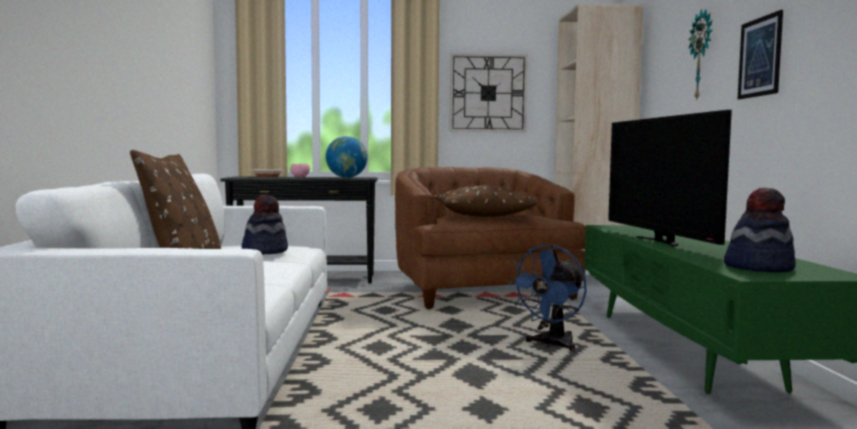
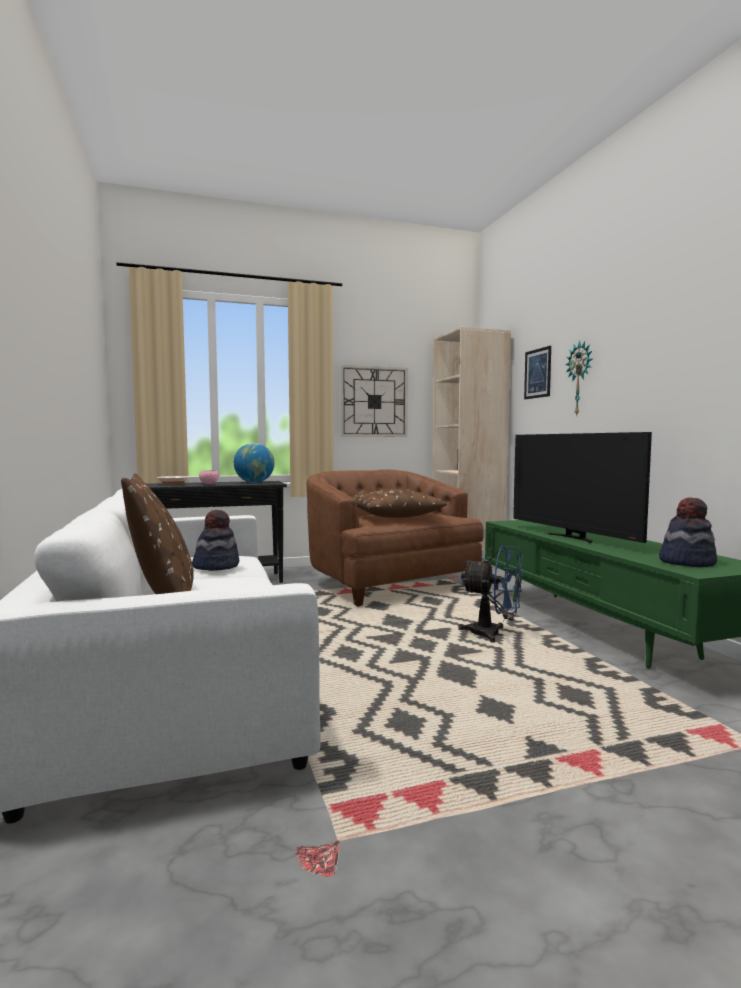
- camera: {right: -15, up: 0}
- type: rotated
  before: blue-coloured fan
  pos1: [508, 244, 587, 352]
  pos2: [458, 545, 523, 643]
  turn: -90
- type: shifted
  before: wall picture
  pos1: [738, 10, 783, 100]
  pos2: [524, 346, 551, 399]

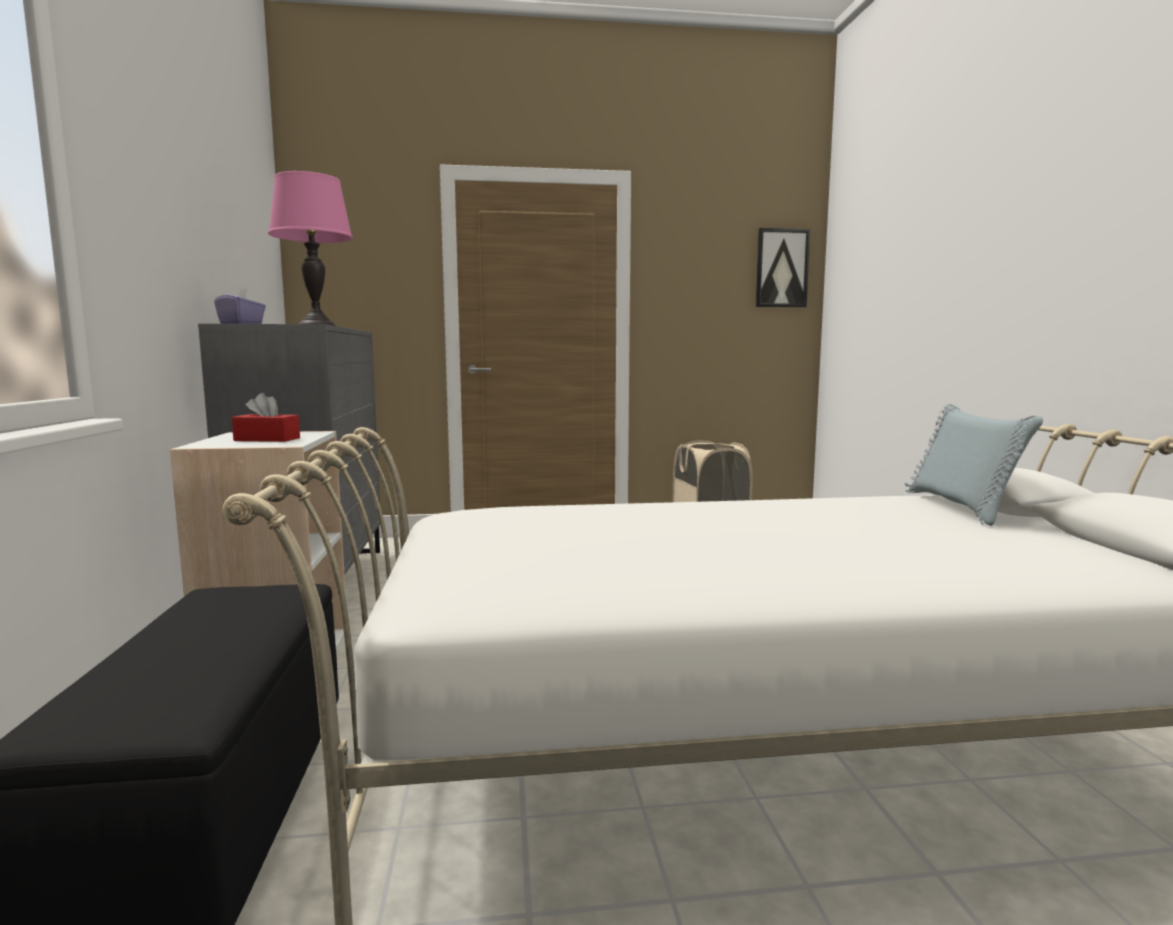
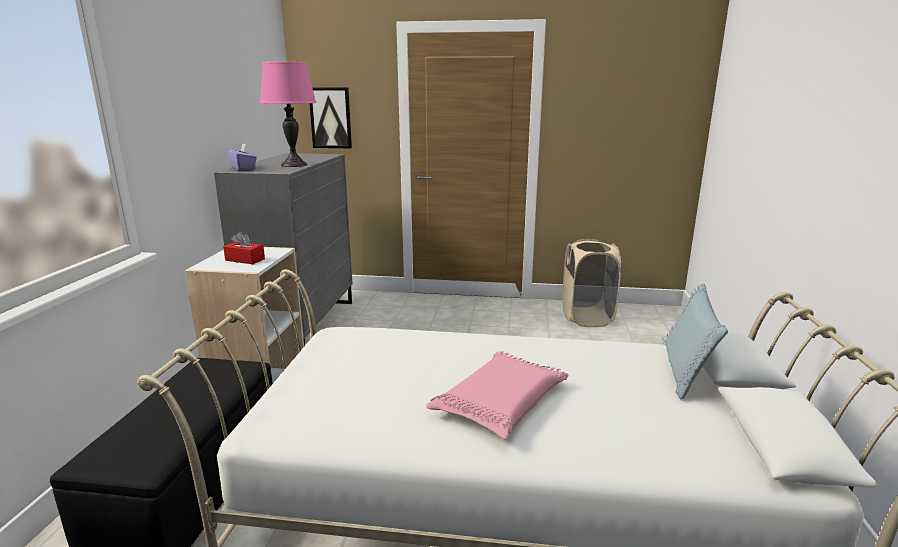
- camera: {right: 15, up: 10}
- type: shifted
  before: wall picture
  pos1: [756, 228, 810, 307]
  pos2: [309, 88, 352, 148]
- type: new
  after: pinkish cushion
  pos2: [426, 351, 568, 439]

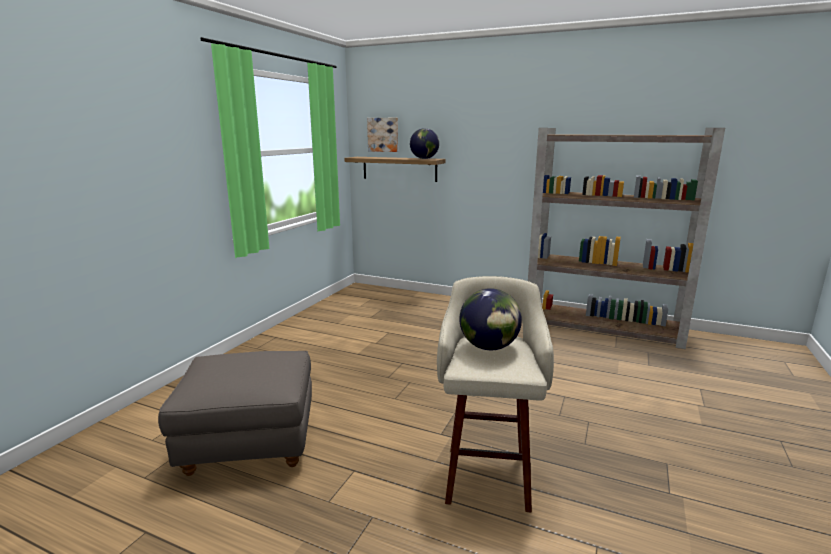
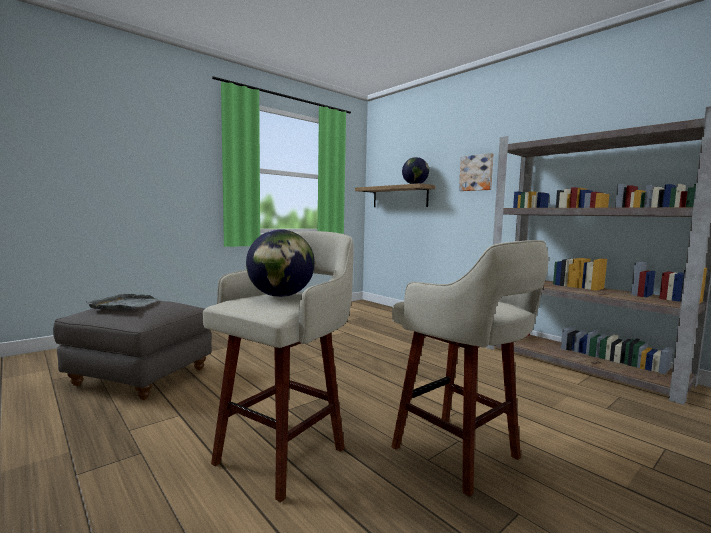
- camera: {right: 25, up: -10}
- type: new
  after: greyish tray
  pos2: [86, 294, 162, 309]
- type: new
  after: beige-coloured sitting stool
  pos2: [391, 240, 548, 497]
- type: shifted
  before: wall picture
  pos1: [367, 118, 398, 152]
  pos2: [459, 153, 494, 191]

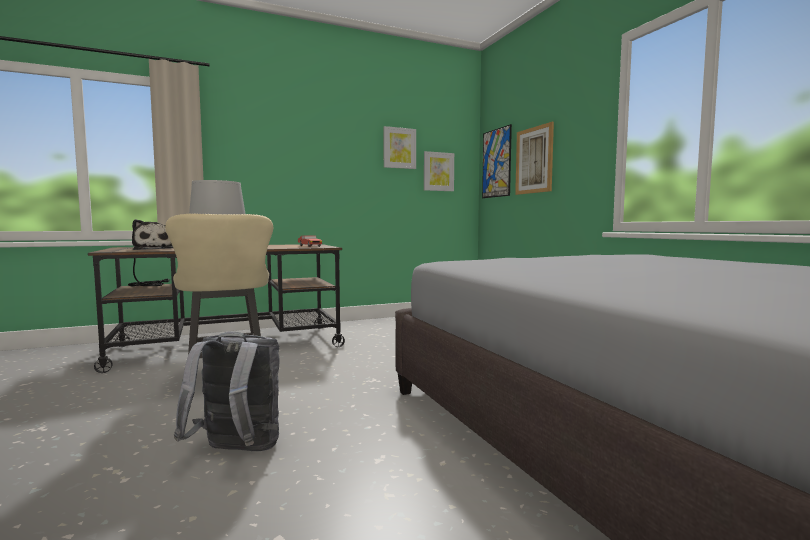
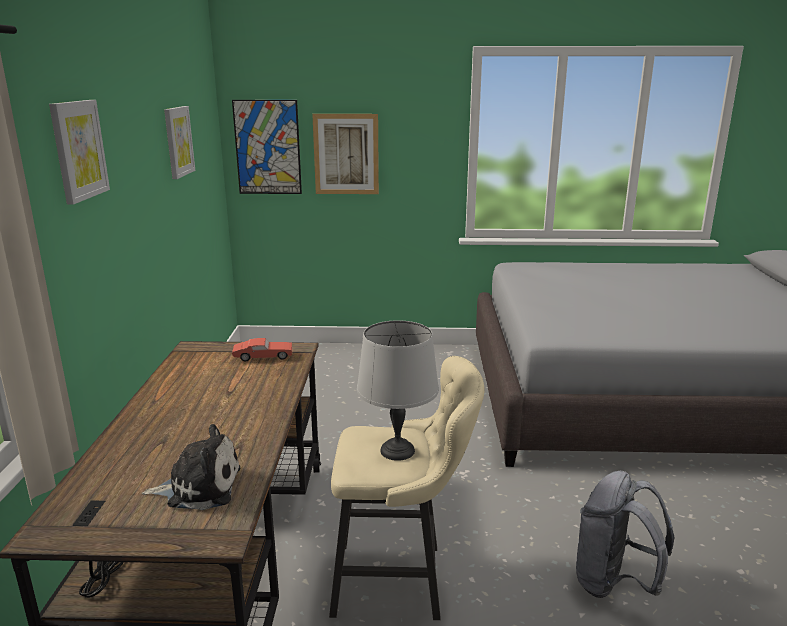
- camera: {right: -65, up: 15}
- type: shifted
  before: wall picture
  pos1: [424, 151, 454, 191]
  pos2: [49, 100, 110, 205]

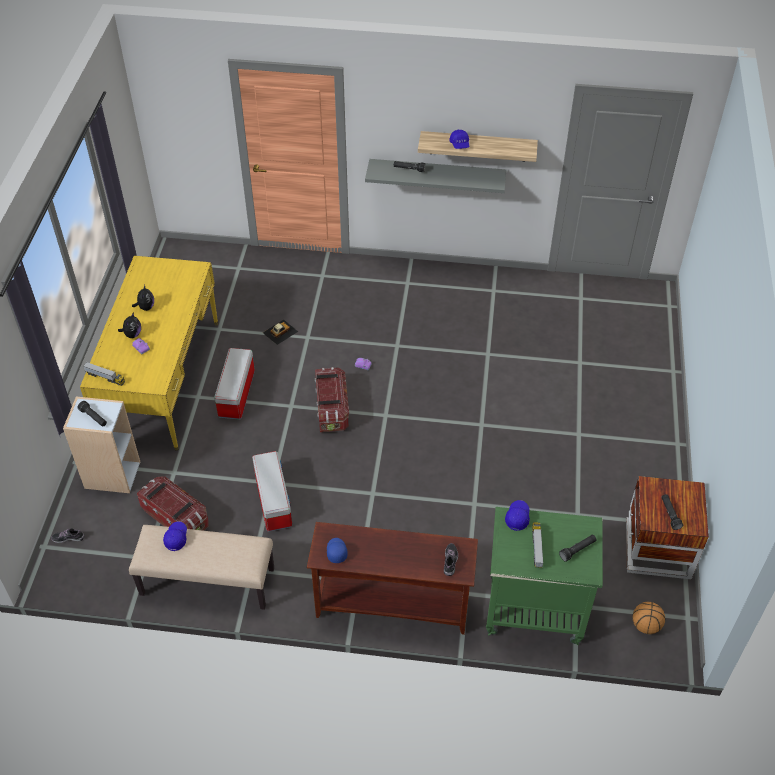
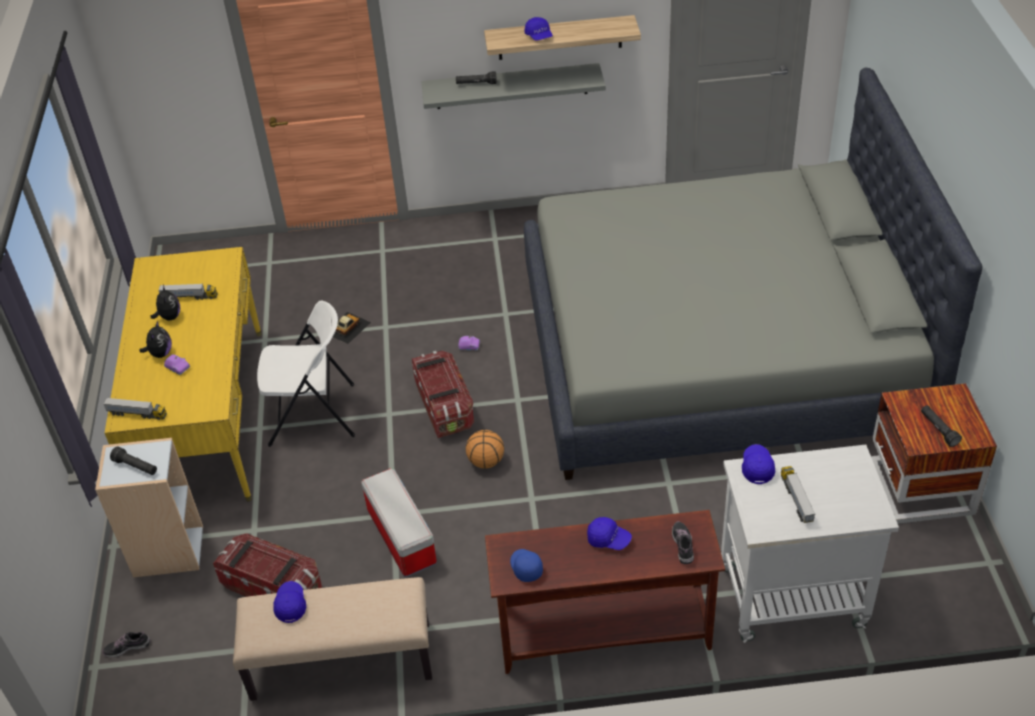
- camera: {right: -10, up: -5}
- type: new
  after: toy truck
  pos2: [158, 283, 217, 300]
- type: swapped
  before: storage bin
  after: whitish upright chair
  pos1: [214, 348, 255, 420]
  pos2: [257, 301, 355, 447]
- type: shifted
  before: basketball ball
  pos1: [633, 602, 665, 634]
  pos2: [466, 430, 504, 469]
- type: new
  after: greyish bedroom bed
  pos2: [524, 67, 983, 480]
- type: new
  after: blue-coloured baseball cap
  pos2: [587, 517, 632, 550]
- type: repainted
  before: greenish cart
  after: whitish cart
  pos1: [486, 507, 603, 646]
  pos2: [721, 445, 899, 643]
- type: gone
  before: black-coloured flashlight
  pos1: [559, 535, 597, 562]

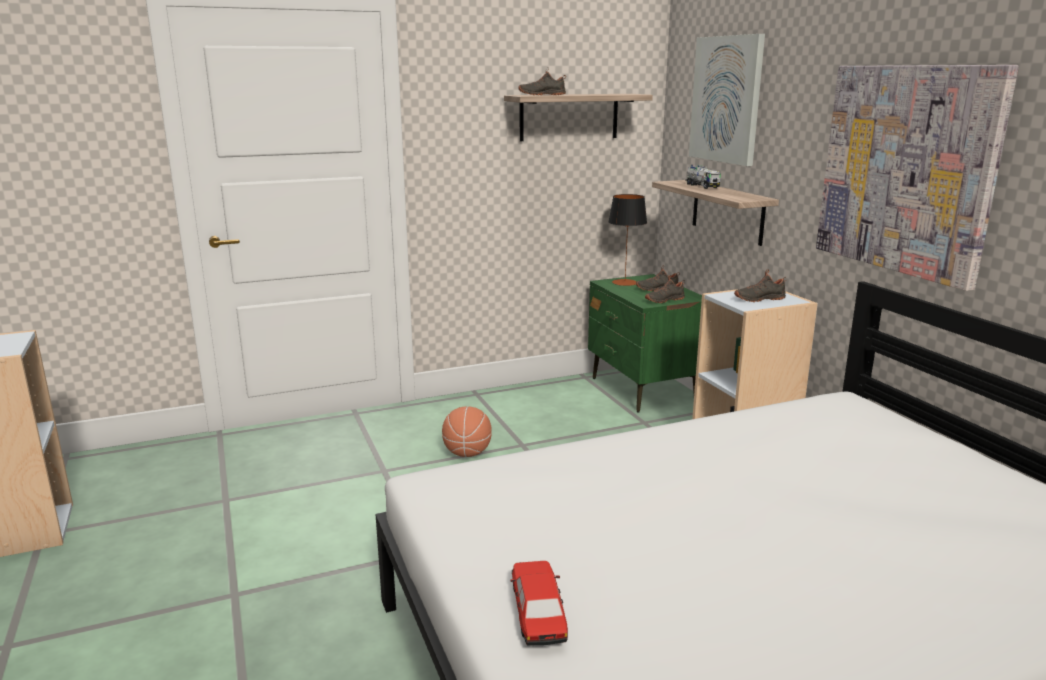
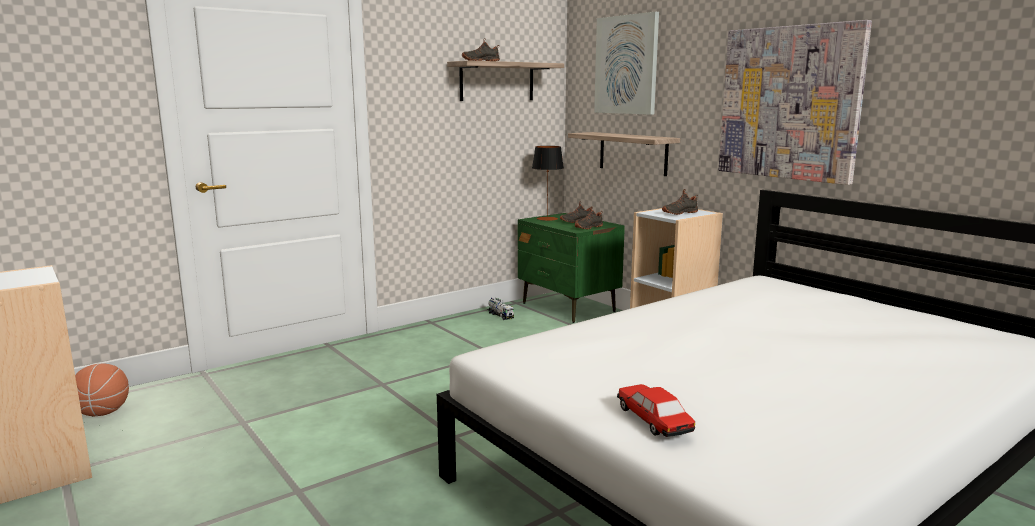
- camera: {right: -15, up: -5}
- type: shifted
  before: basketball ball
  pos1: [442, 406, 492, 457]
  pos2: [75, 364, 129, 416]
- type: shifted
  before: toy truck
  pos1: [685, 165, 721, 189]
  pos2: [487, 297, 514, 320]

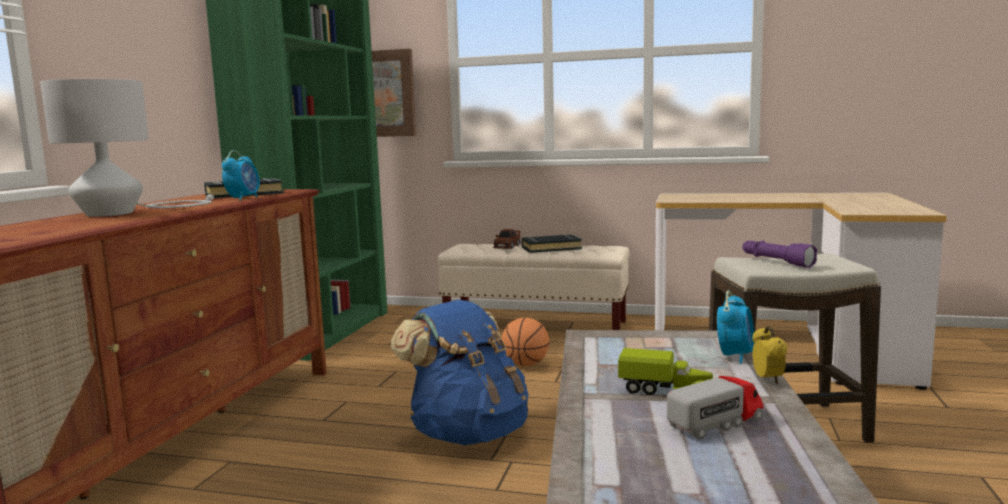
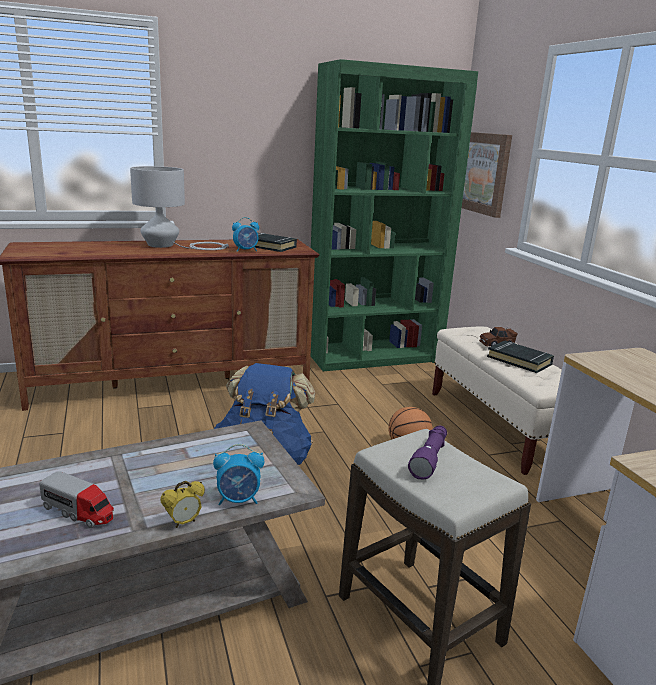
- camera: {right: 55, up: 10}
- type: gone
  before: toy truck
  pos1: [618, 348, 713, 395]

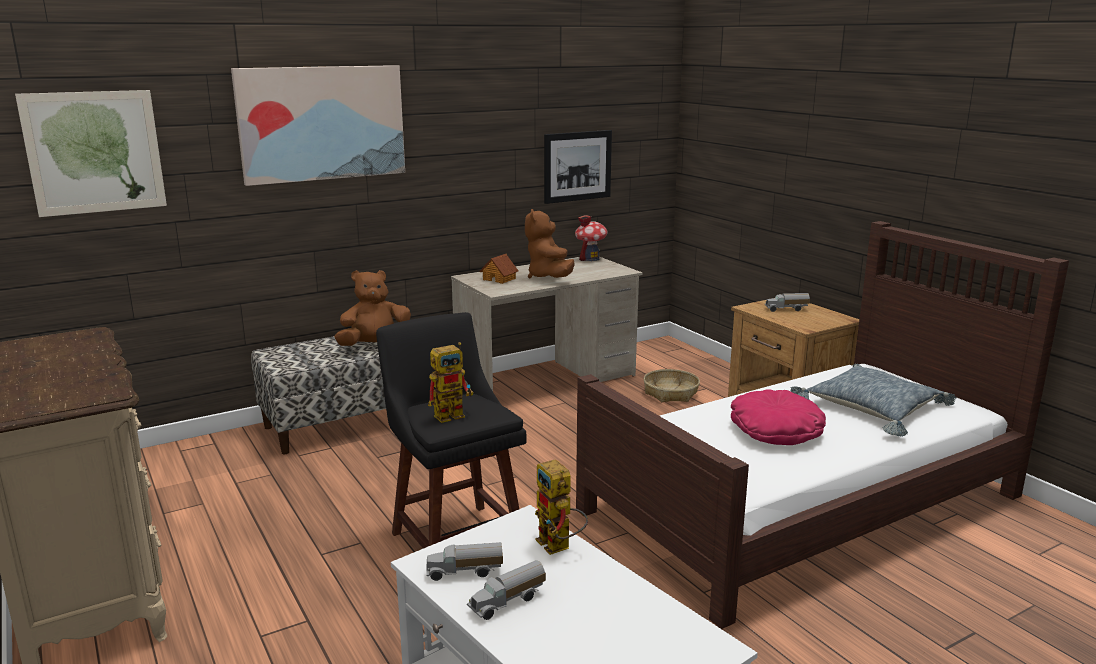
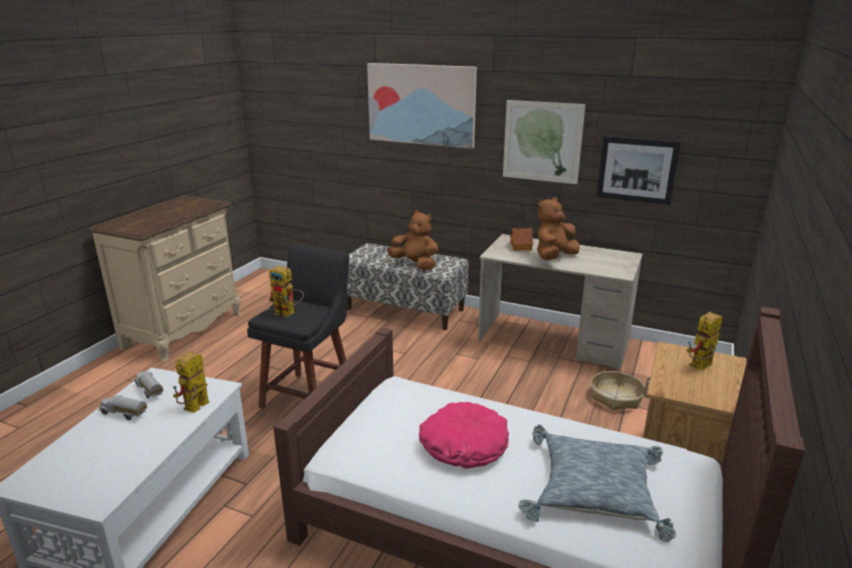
- camera: {right: 55, up: 5}
- type: shifted
  before: wall picture
  pos1: [15, 90, 167, 217]
  pos2: [503, 100, 585, 184]
- type: swapped
  before: toy truck
  after: robot figure
  pos1: [764, 293, 810, 312]
  pos2: [687, 312, 723, 371]
- type: gone
  before: miniature house
  pos1: [575, 215, 608, 261]

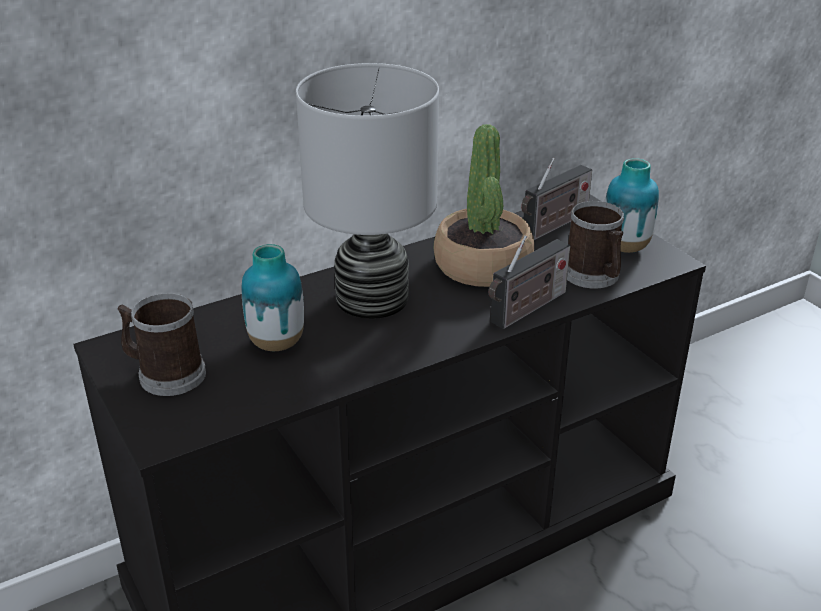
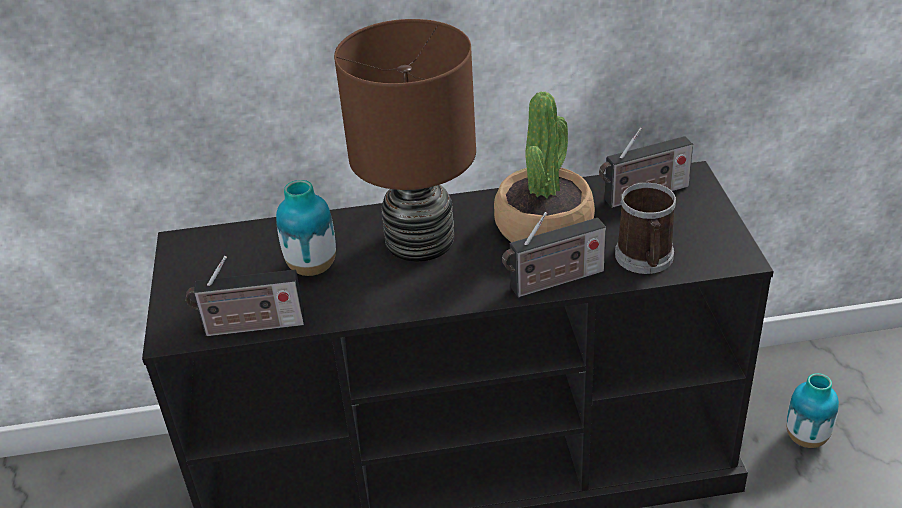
- camera: {right: 25, up: 5}
- type: new
  after: radio set
  pos2: [186, 256, 305, 336]
- type: repainted
  before: greyish tabletop lamp
  after: brownish tabletop lamp
  pos1: [296, 63, 439, 319]
  pos2: [334, 19, 476, 262]
- type: shifted
  before: vase
  pos1: [605, 158, 659, 253]
  pos2: [786, 373, 839, 448]
- type: gone
  before: coffee mug
  pos1: [118, 293, 206, 396]

